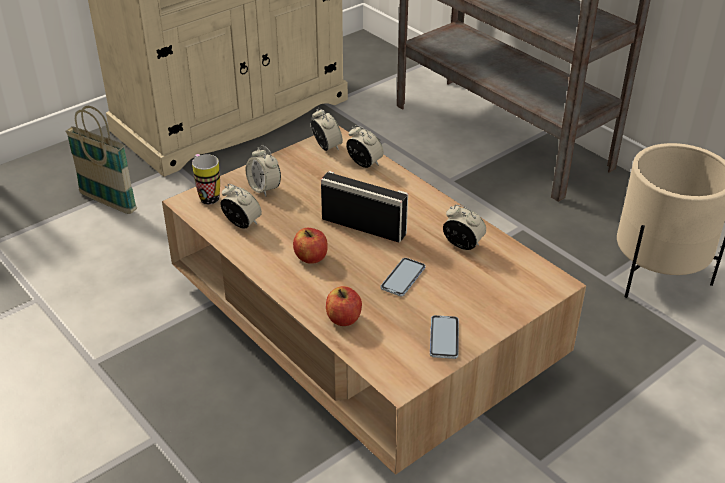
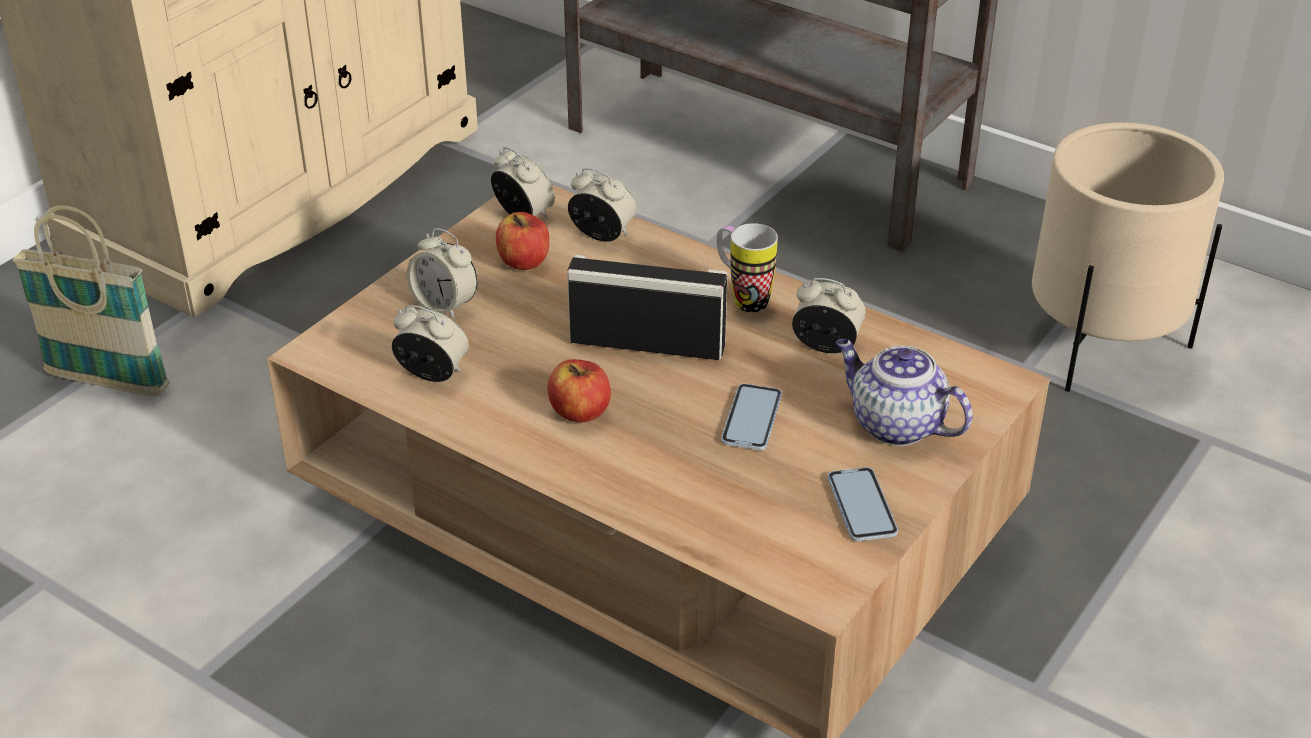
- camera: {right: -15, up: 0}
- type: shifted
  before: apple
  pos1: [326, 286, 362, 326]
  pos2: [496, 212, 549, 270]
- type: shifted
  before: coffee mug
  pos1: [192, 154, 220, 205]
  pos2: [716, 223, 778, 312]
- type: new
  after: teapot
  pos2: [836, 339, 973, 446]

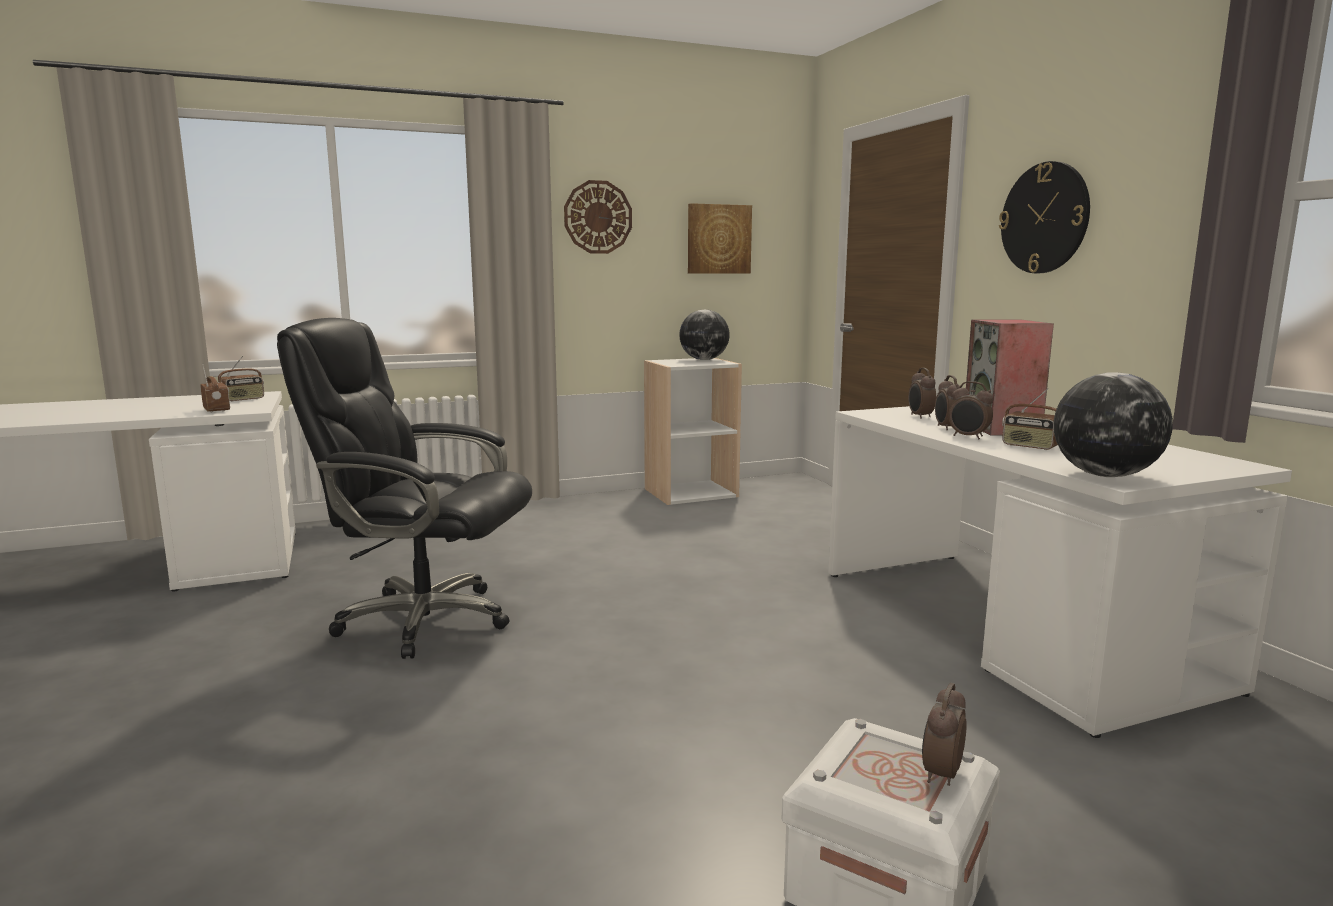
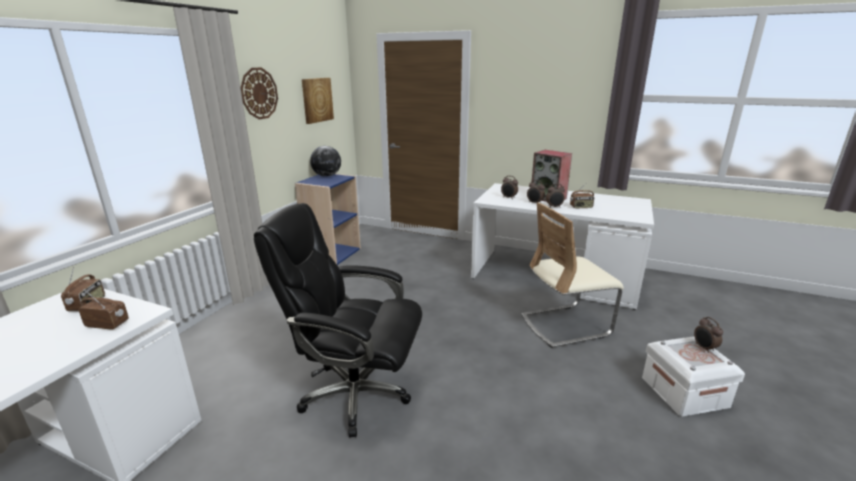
- camera: {right: -45, up: 10}
- type: rotated
  before: black-coloured desk chair
  pos1: [277, 318, 532, 659]
  pos2: [254, 203, 422, 438]
  turn: 45
- type: repainted
  before: whitish bookshelf
  after: blue-coloured bookshelf
  pos1: [644, 358, 742, 505]
  pos2: [295, 174, 361, 265]
- type: new
  after: beige-coloured upright chair
  pos2: [522, 203, 624, 348]
- type: gone
  before: clock on the wall
  pos1: [999, 161, 1090, 273]
- type: gone
  before: world globe
  pos1: [1054, 372, 1173, 477]

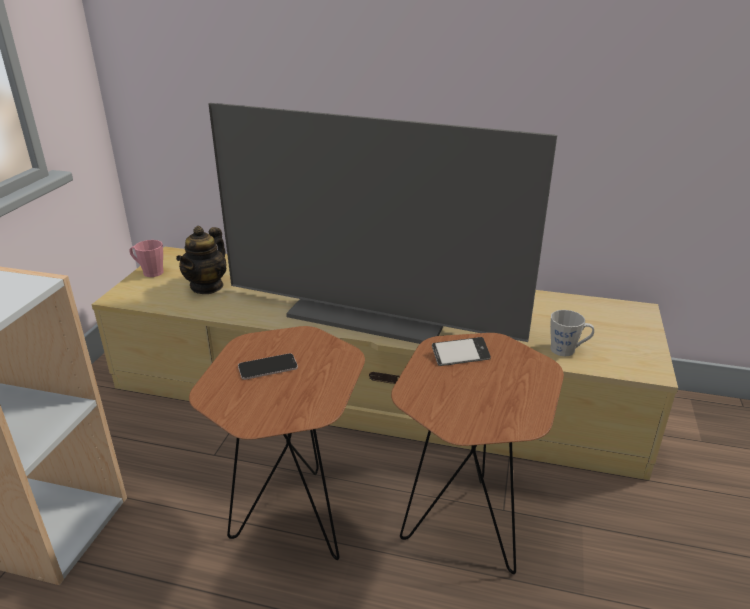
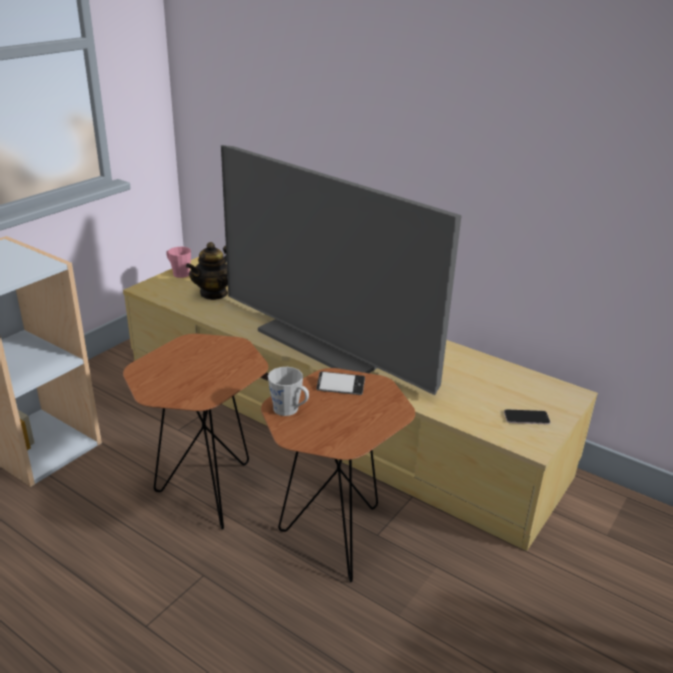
- camera: {right: 20, up: 0}
- type: shifted
  before: greyish coffee mug
  pos1: [550, 310, 594, 356]
  pos2: [268, 367, 309, 416]
- type: shifted
  before: phone
  pos1: [238, 353, 298, 380]
  pos2: [504, 409, 550, 424]

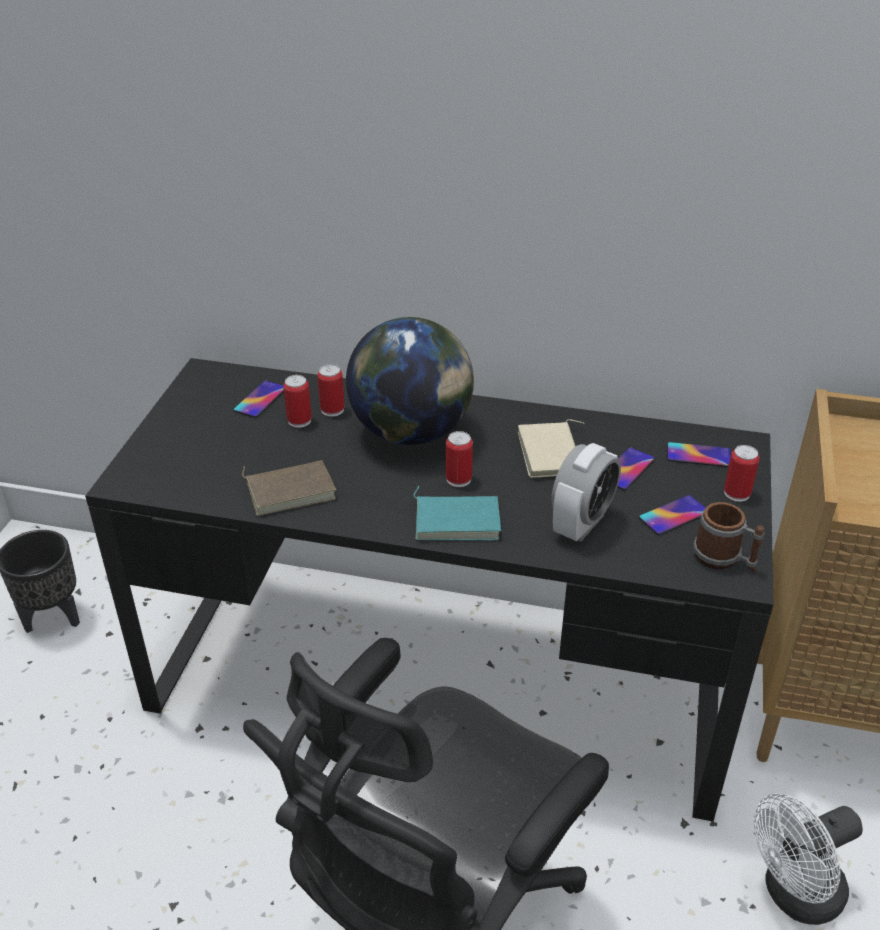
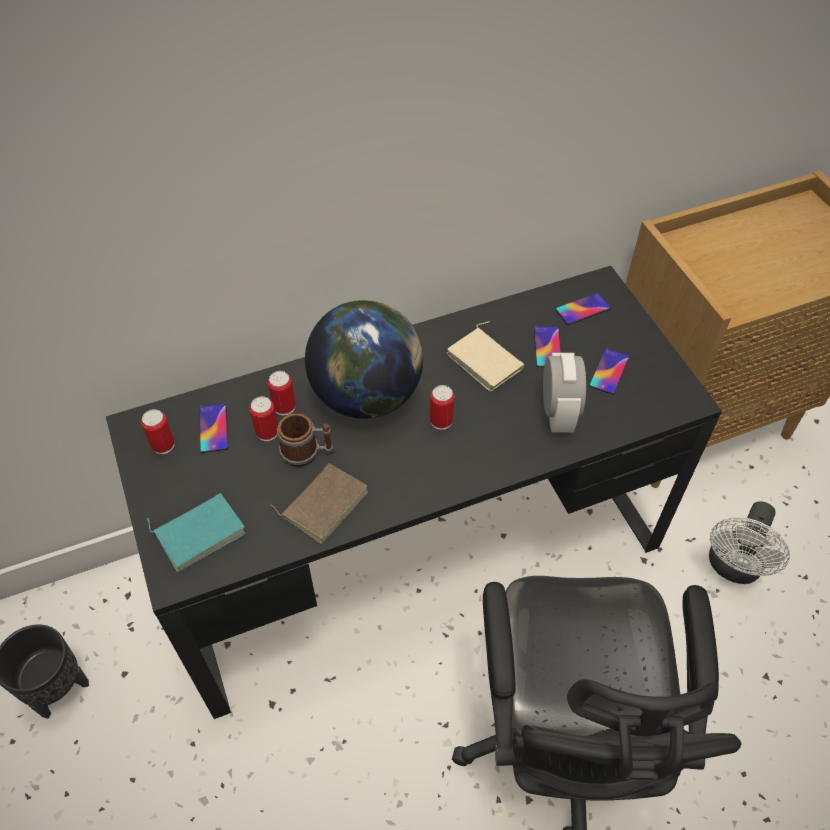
- camera: {right: -35, up: 15}
- type: shifted
  before: can
  pos1: [724, 445, 759, 502]
  pos2: [141, 409, 175, 454]
- type: shifted
  before: turquoise-coloured book
  pos1: [414, 486, 501, 540]
  pos2: [147, 493, 246, 572]
- type: shifted
  before: coffee mug
  pos1: [693, 502, 764, 572]
  pos2: [277, 413, 335, 467]

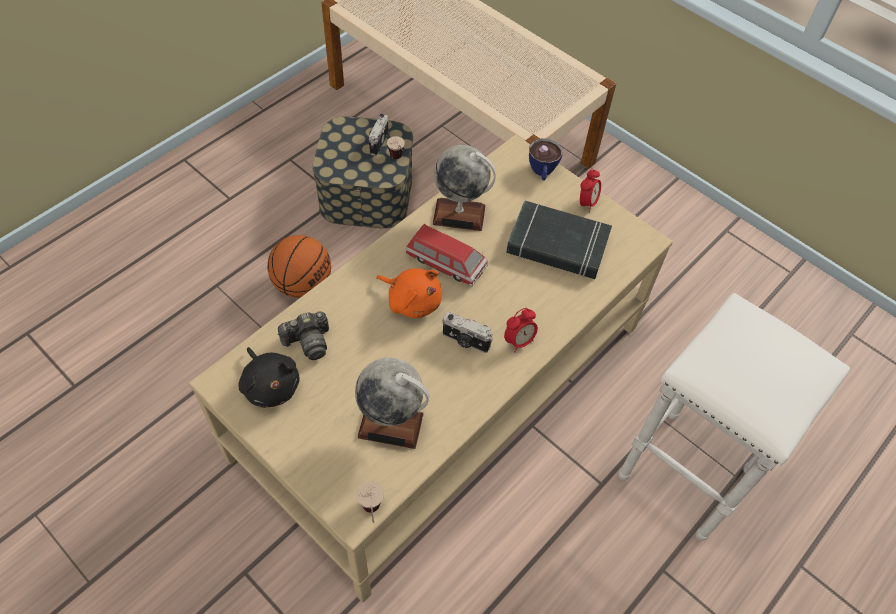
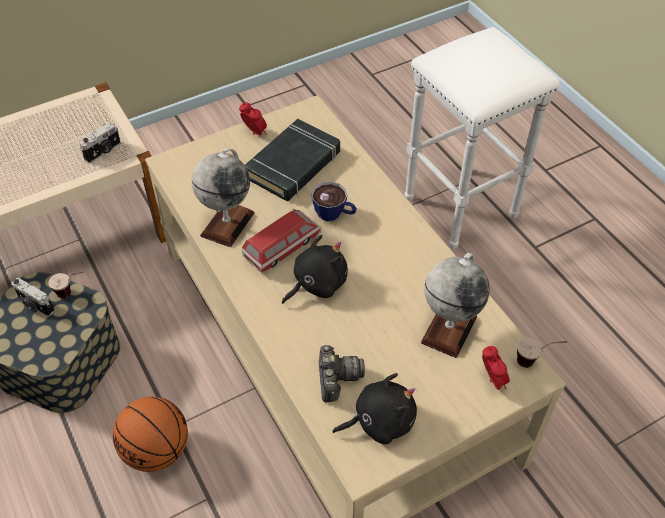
- camera: {right: -70, up: -5}
- type: shifted
  before: photo camera
  pos1: [442, 312, 493, 353]
  pos2: [79, 122, 121, 163]
- type: repainted
  before: orangey cuddly toy
  after: black-coloured cuddly toy
  pos1: [376, 268, 442, 318]
  pos2: [282, 235, 348, 304]
- type: shifted
  before: cup
  pos1: [529, 138, 563, 181]
  pos2: [311, 181, 357, 221]
- type: shifted
  before: table clock
  pos1: [504, 308, 538, 353]
  pos2: [482, 346, 510, 390]

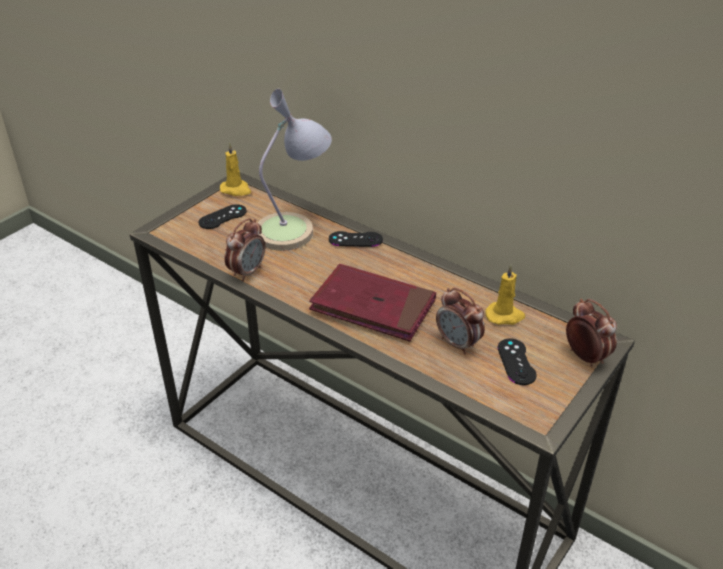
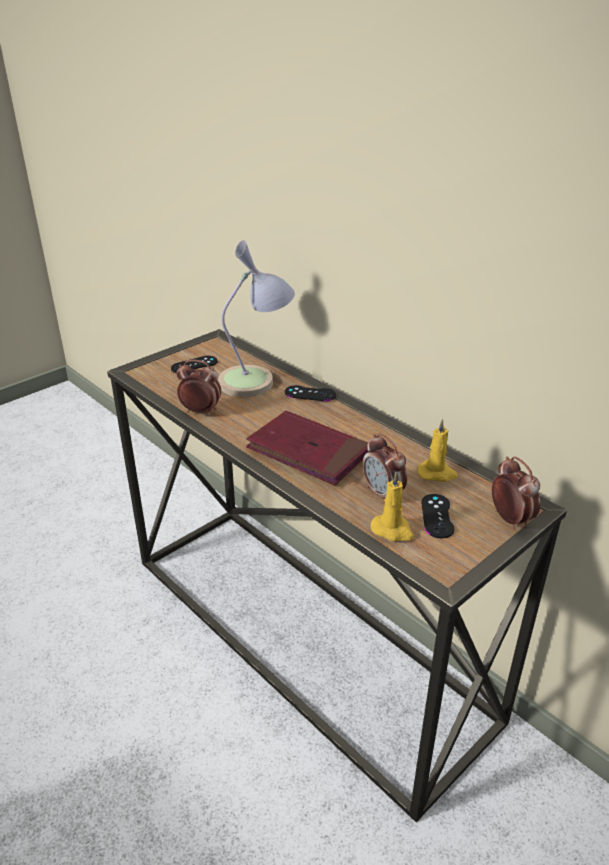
- camera: {right: 10, up: -5}
- type: rotated
  before: table clock
  pos1: [224, 218, 265, 281]
  pos2: [177, 360, 221, 415]
  turn: -120
- type: shifted
  before: yellow-coloured wax light
  pos1: [220, 143, 251, 196]
  pos2: [371, 471, 414, 541]

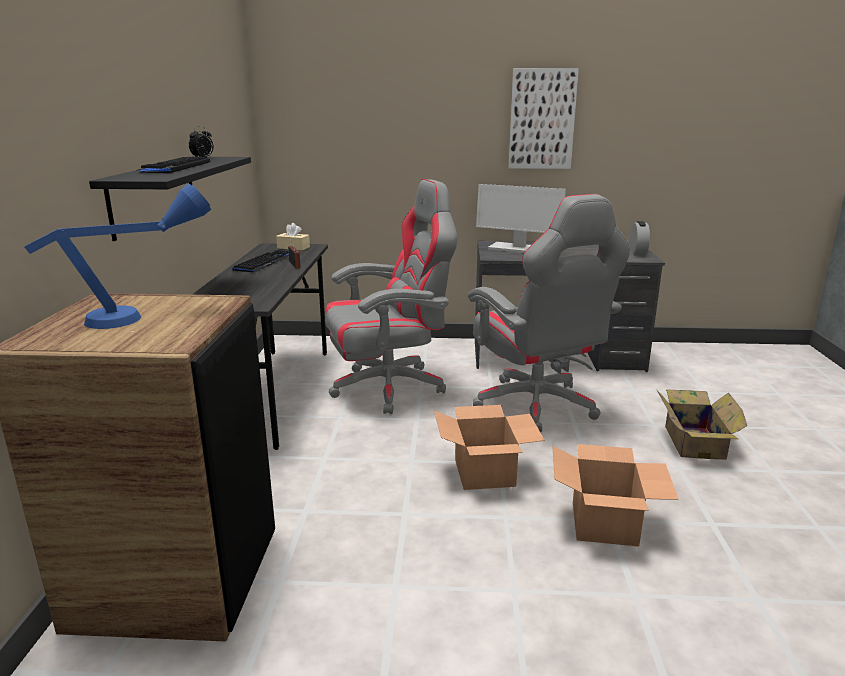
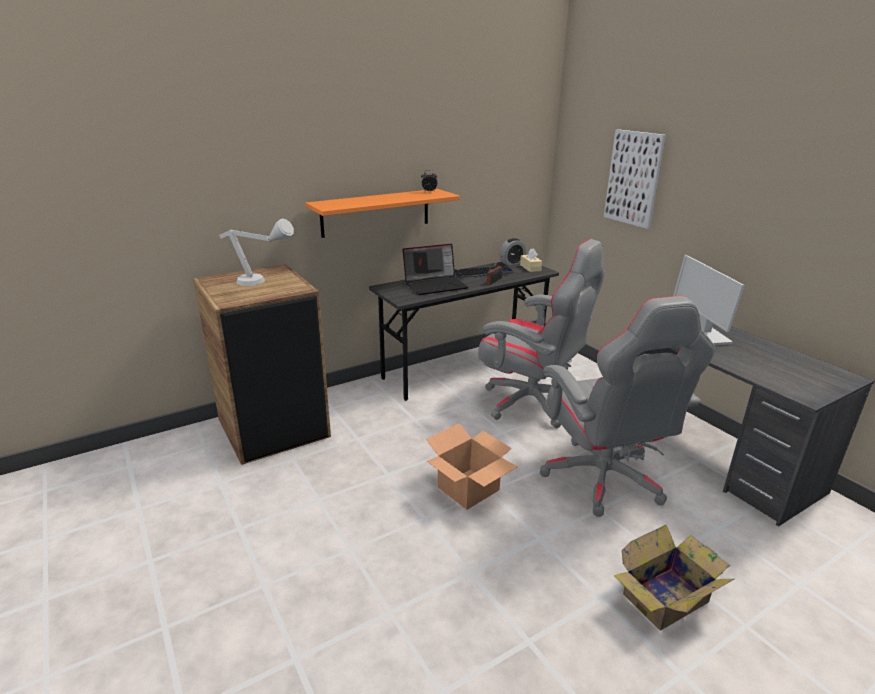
- camera: {right: 55, up: 5}
- type: repainted
  before: blue-coloured tabletop lamp
  after: greyish tabletop lamp
  pos1: [24, 183, 211, 329]
  pos2: [219, 219, 294, 286]
- type: repainted
  before: black-coloured wall shelf
  after: orangey wall shelf
  pos1: [89, 157, 251, 241]
  pos2: [305, 189, 460, 238]
- type: new
  after: notebook computer
  pos2: [402, 244, 468, 295]
- type: shifted
  before: table clock
  pos1: [629, 221, 650, 255]
  pos2: [499, 238, 526, 265]
- type: rotated
  before: greyish desk chair
  pos1: [468, 194, 630, 433]
  pos2: [540, 296, 715, 517]
  turn: -45
- type: shifted
  before: wall picture
  pos1: [508, 68, 579, 169]
  pos2: [604, 129, 666, 229]
- type: gone
  before: keyboard
  pos1: [136, 156, 210, 173]
- type: gone
  before: cardboard box
  pos1: [552, 444, 679, 547]

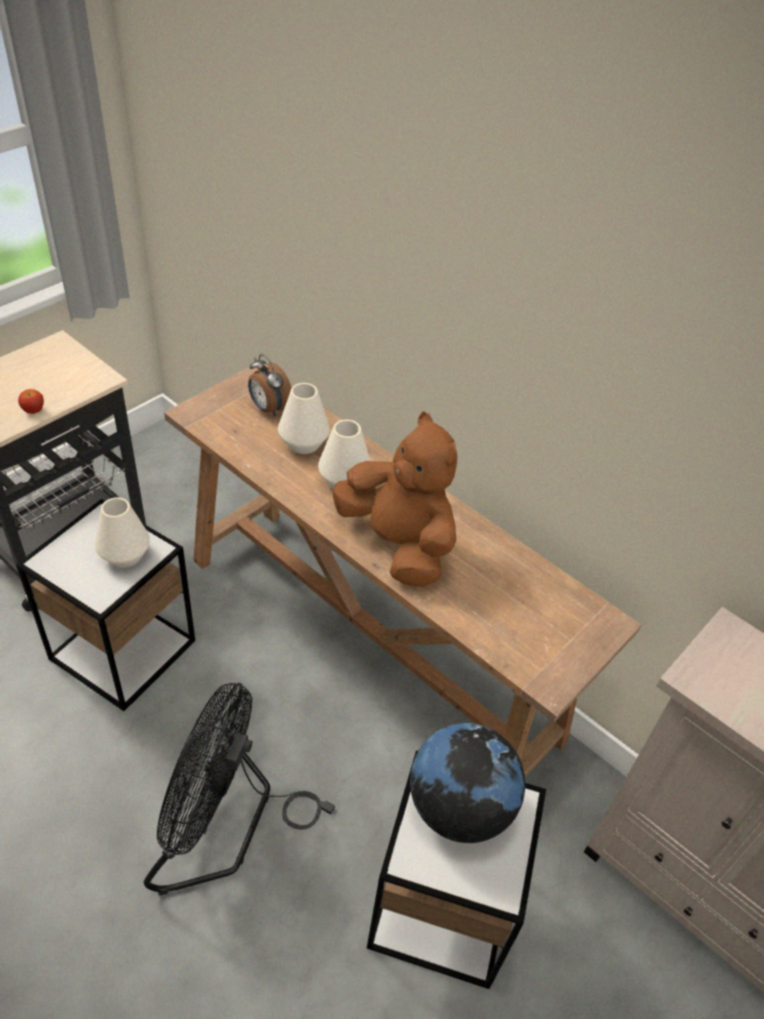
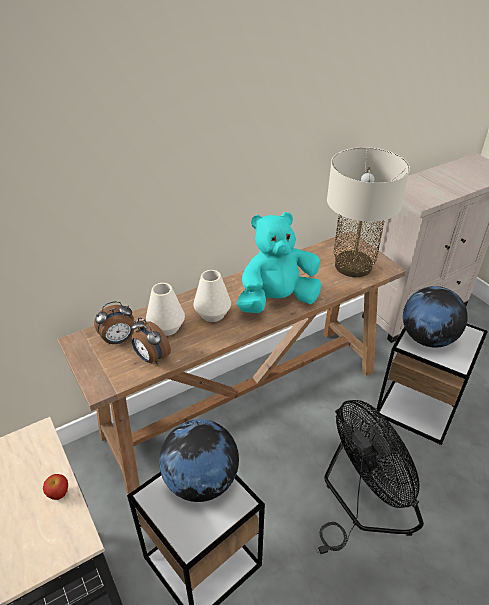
- camera: {right: -70, up: -5}
- type: new
  after: table clock
  pos2: [131, 317, 171, 364]
- type: swapped
  before: whitish vase
  after: world globe
  pos1: [95, 497, 150, 568]
  pos2: [159, 419, 239, 502]
- type: repainted
  before: brownish cuddly toy
  after: turquoise-coloured cuddly toy
  pos1: [332, 412, 457, 587]
  pos2: [237, 212, 321, 313]
- type: rotated
  before: black-coloured fan
  pos1: [144, 683, 337, 895]
  pos2: [317, 400, 424, 554]
  turn: -150
- type: new
  after: tabletop lamp
  pos2: [327, 147, 410, 277]

